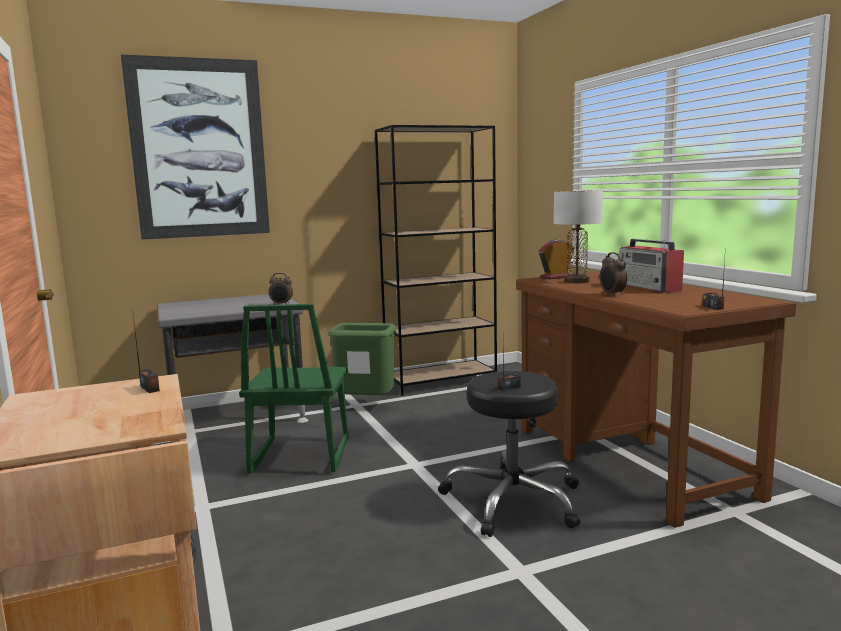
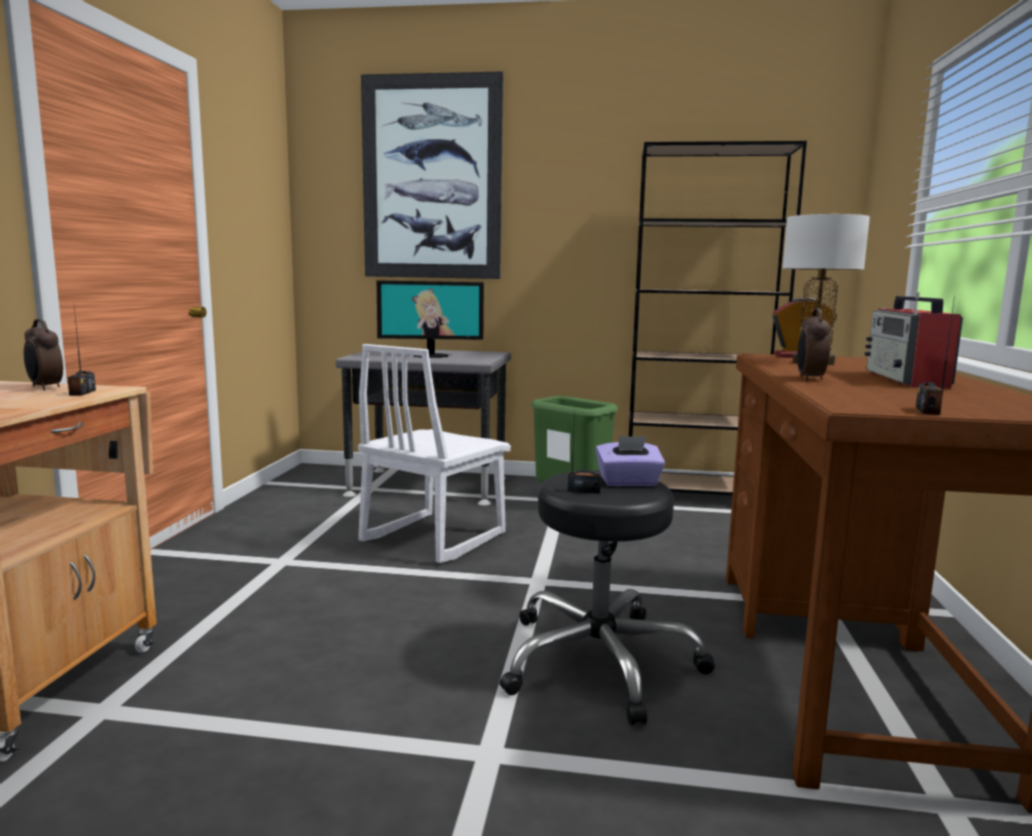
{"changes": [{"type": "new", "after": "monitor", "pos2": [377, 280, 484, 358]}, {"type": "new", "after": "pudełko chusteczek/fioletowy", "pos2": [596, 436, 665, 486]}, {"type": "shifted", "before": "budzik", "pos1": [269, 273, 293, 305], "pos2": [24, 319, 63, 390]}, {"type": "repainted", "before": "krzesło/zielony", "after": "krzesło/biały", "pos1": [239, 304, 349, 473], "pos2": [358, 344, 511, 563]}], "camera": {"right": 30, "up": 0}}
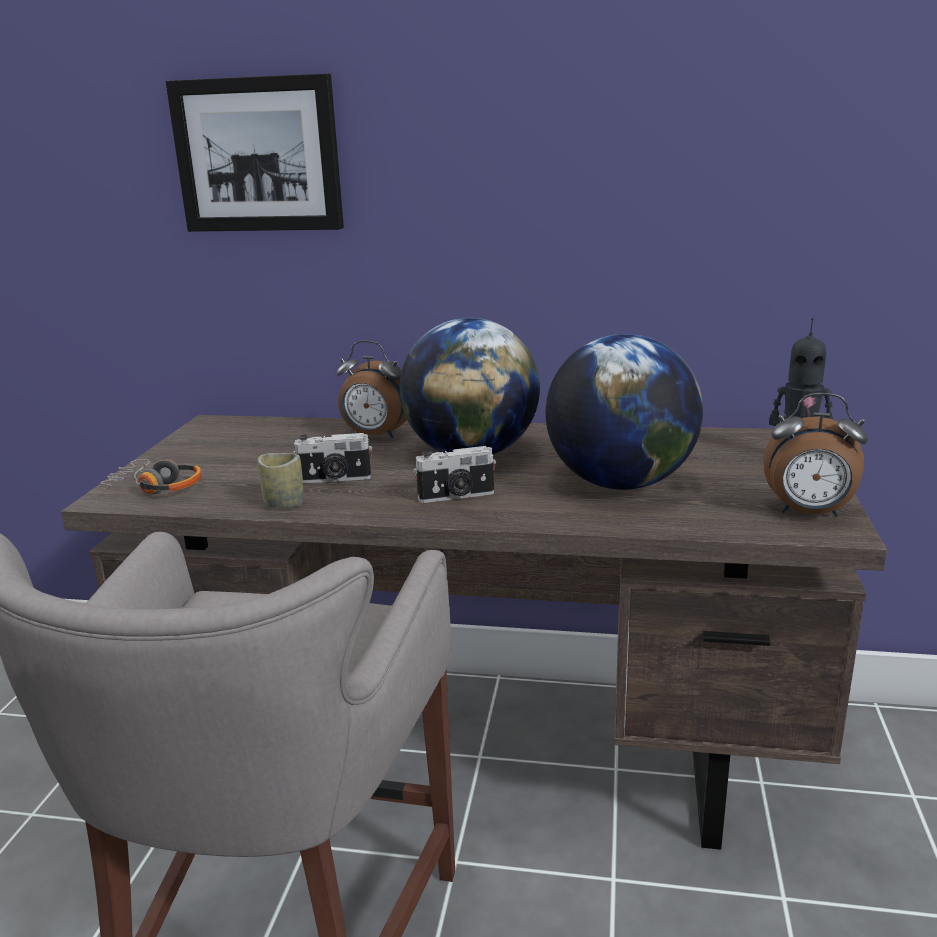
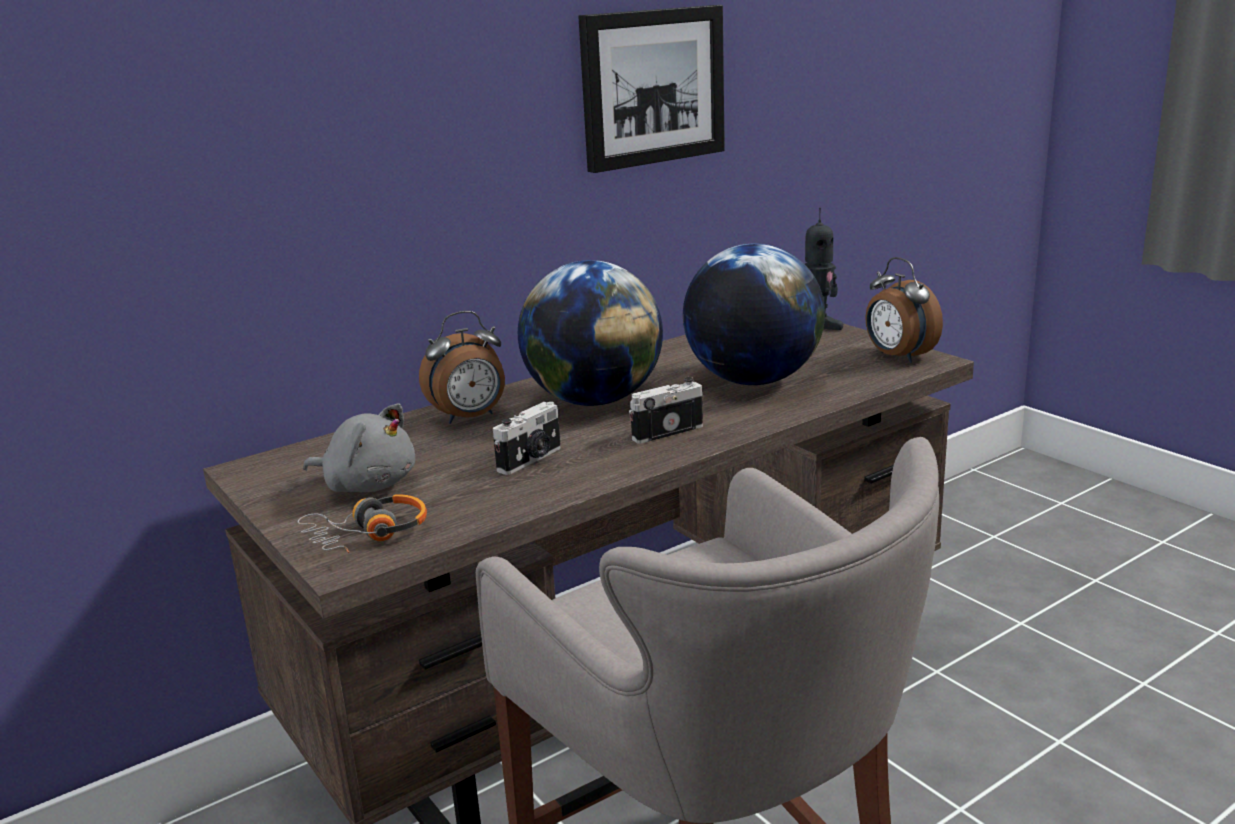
{"changes": [{"type": "gone", "before": "filiżanka", "pos1": [258, 453, 304, 508]}, {"type": "new", "after": "pluszak/szary", "pos2": [303, 403, 415, 492]}, {"type": "shifted", "before": "obraz", "pos1": [165, 73, 344, 232], "pos2": [578, 5, 725, 173]}, {"type": "rotated", "before": "aparat fotograficzny", "pos1": [413, 446, 496, 503], "pos2": [629, 377, 703, 444], "turn": -150}, {"type": "rotated", "before": "budzik", "pos1": [763, 393, 868, 517], "pos2": [865, 257, 943, 363], "turn": 90}], "camera": {"right": -45, "up": 0}}
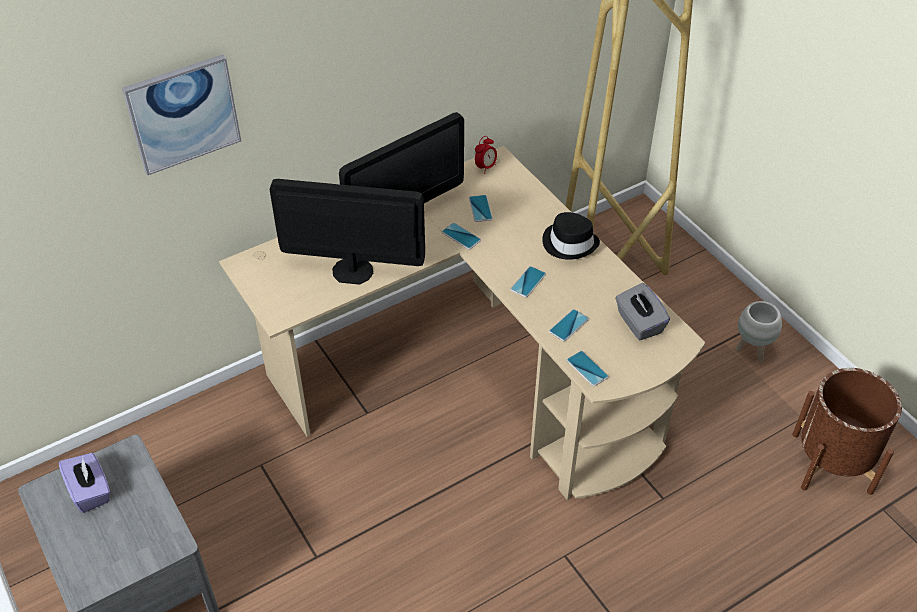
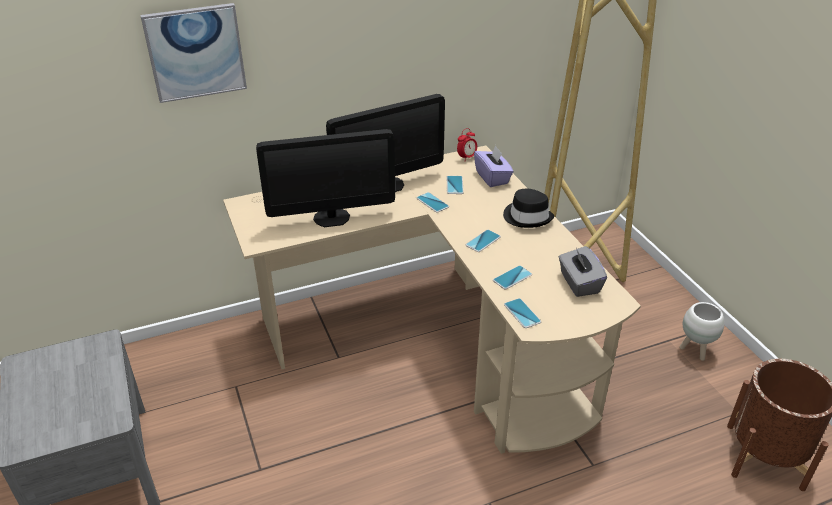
{"changes": [{"type": "shifted", "before": "pudełko chusteczek/fioletowy", "pos1": [59, 453, 110, 513], "pos2": [474, 145, 514, 187]}, {"type": "rotated", "before": "monitor", "pos1": [270, 179, 425, 285], "pos2": [256, 129, 395, 227], "turn": 150}], "camera": {"right": 10, "up": -10}}
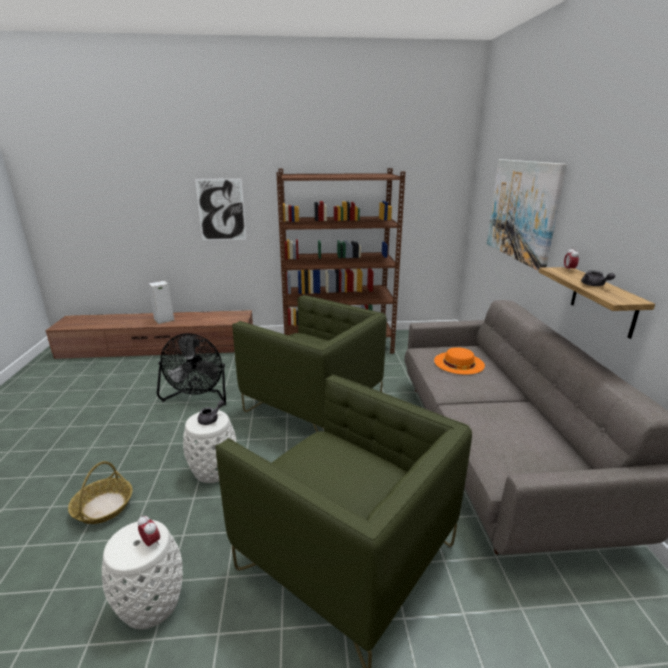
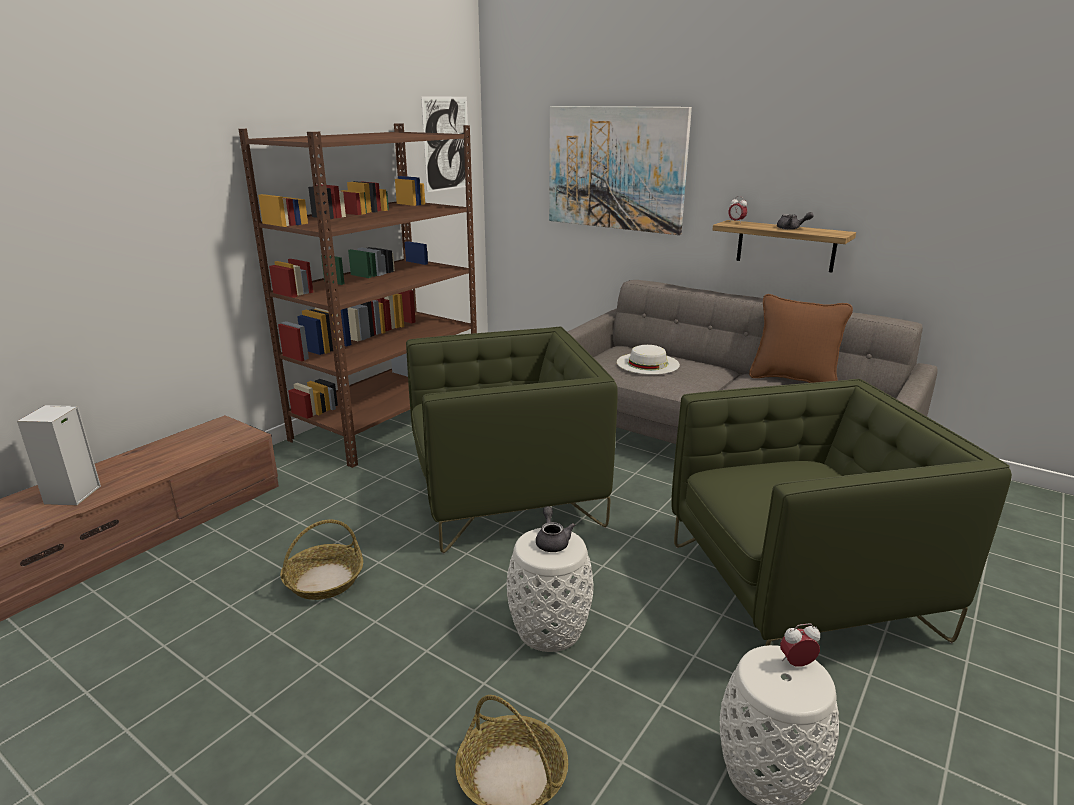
{"changes": [{"type": "new", "after": "poduszka/brązowy", "pos2": [749, 294, 853, 383]}, {"type": "shifted", "before": "obraz", "pos1": [195, 178, 247, 240], "pos2": [421, 96, 469, 192]}, {"type": "swapped", "before": "wentylator/czarny", "after": "koszyk", "pos1": [157, 333, 226, 405], "pos2": [280, 519, 363, 600]}, {"type": "repainted", "before": "kapelusz/pomarańczowy", "after": "kapelusz/biały", "pos1": [434, 347, 485, 375], "pos2": [617, 345, 680, 375]}], "camera": {"right": -50, "up": 0}}
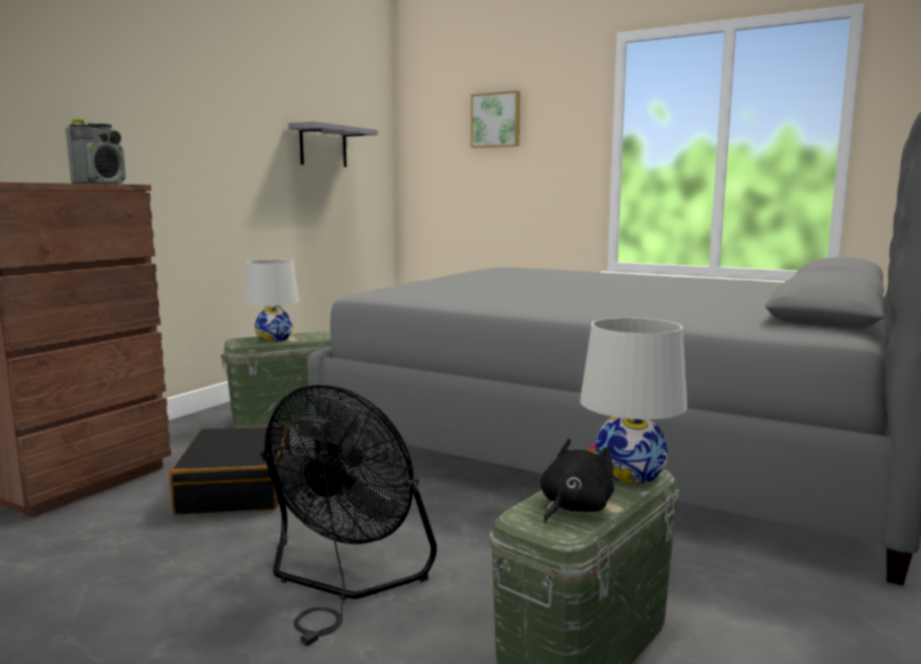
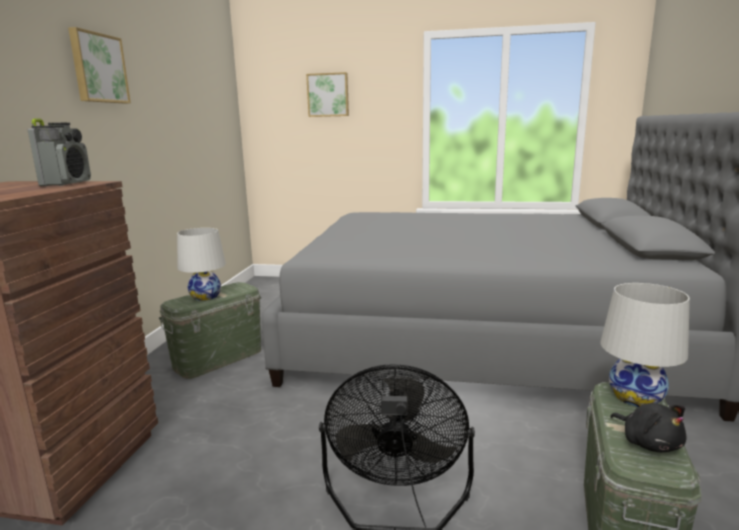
{"changes": [{"type": "gone", "before": "walizka/czarny", "pos1": [169, 426, 290, 515]}, {"type": "gone", "before": "półka/szary", "pos1": [289, 121, 378, 167]}, {"type": "new", "after": "obraz", "pos2": [68, 27, 131, 103]}, {"type": "rotated", "before": "pluszak/czarny", "pos1": [540, 438, 614, 523], "pos2": [610, 403, 686, 452], "turn": 135}], "camera": {"right": -20, "up": 5}}
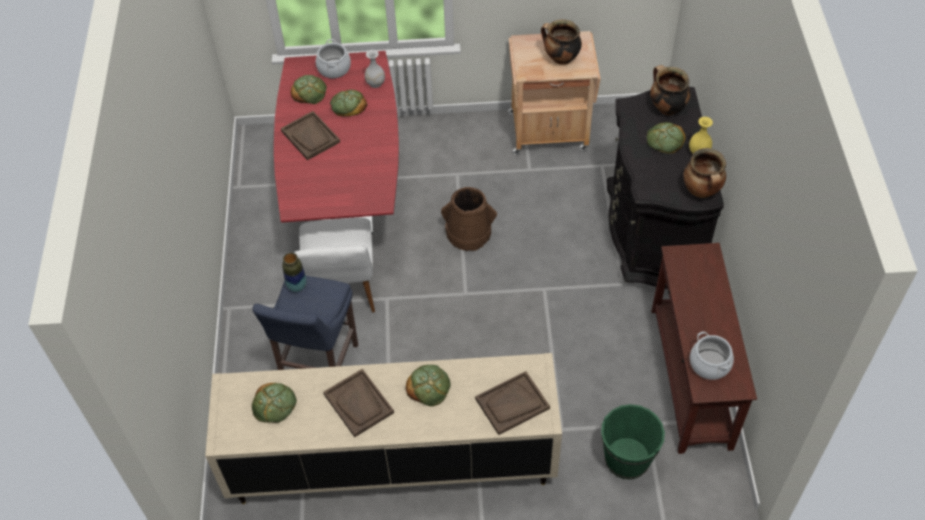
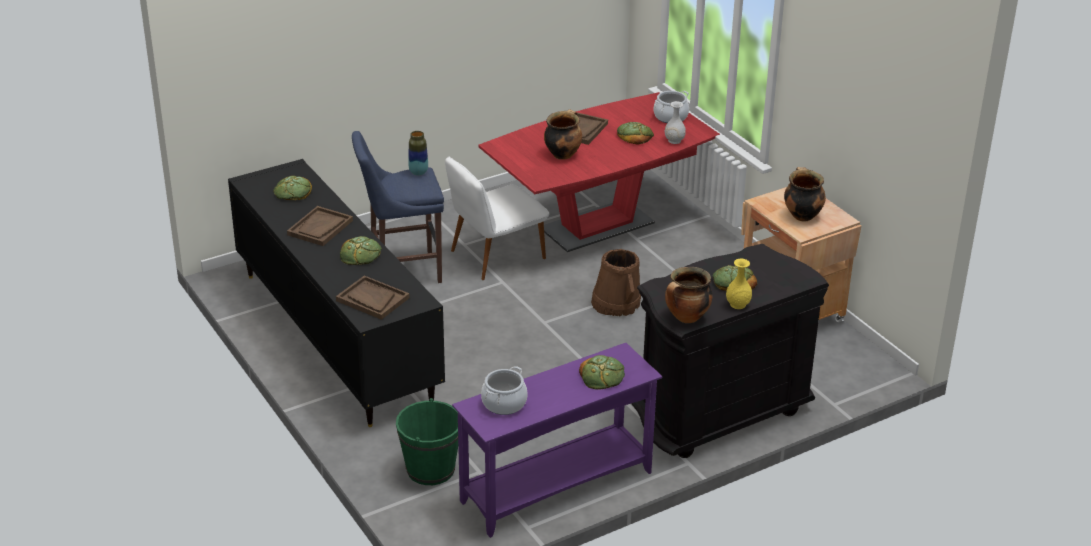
{"changes": [{"type": "shifted", "before": "chleb", "pos1": [291, 75, 327, 104], "pos2": [579, 355, 625, 390]}, {"type": "shifted", "before": "garnek", "pos1": [650, 65, 690, 115], "pos2": [544, 109, 582, 160]}, {"type": "repainted", "before": "szafka/beżowy", "after": "szafka/czarny", "pos1": [205, 353, 562, 504], "pos2": [228, 159, 445, 427]}, {"type": "repainted", "before": "stolik konsolowy/brązowy", "after": "stolik konsolowy/fioletowy", "pos1": [651, 243, 757, 454], "pos2": [452, 343, 662, 538]}], "camera": {"right": 60, "up": -20}}
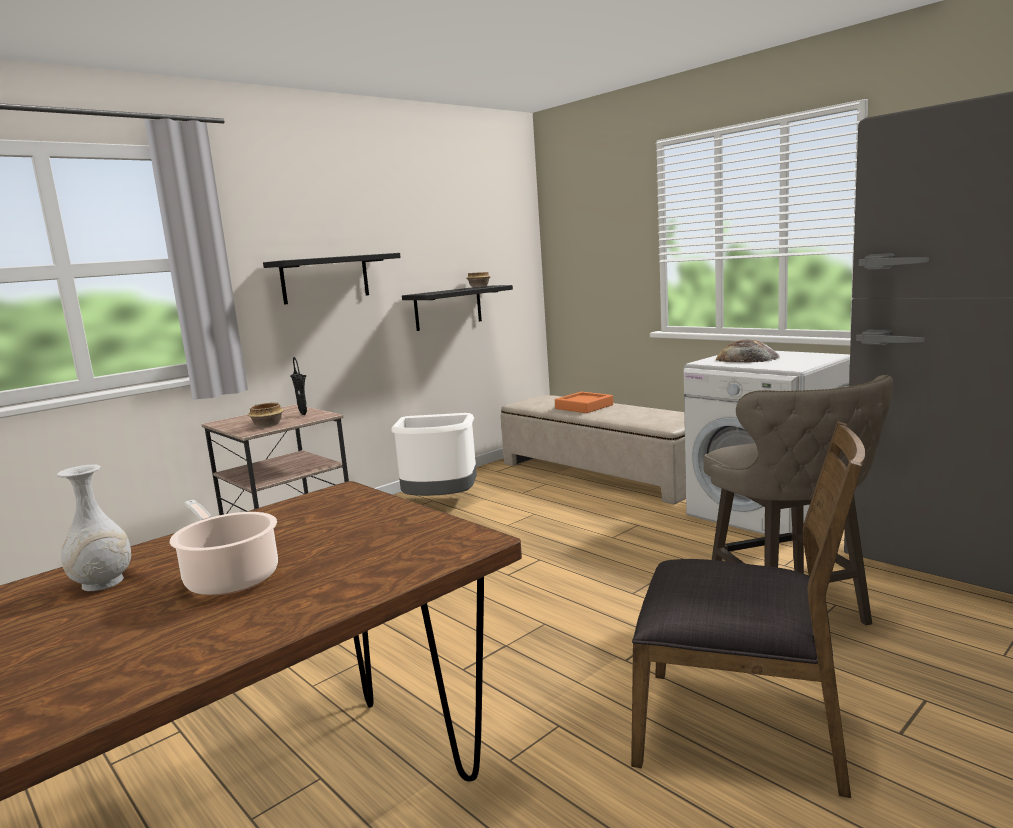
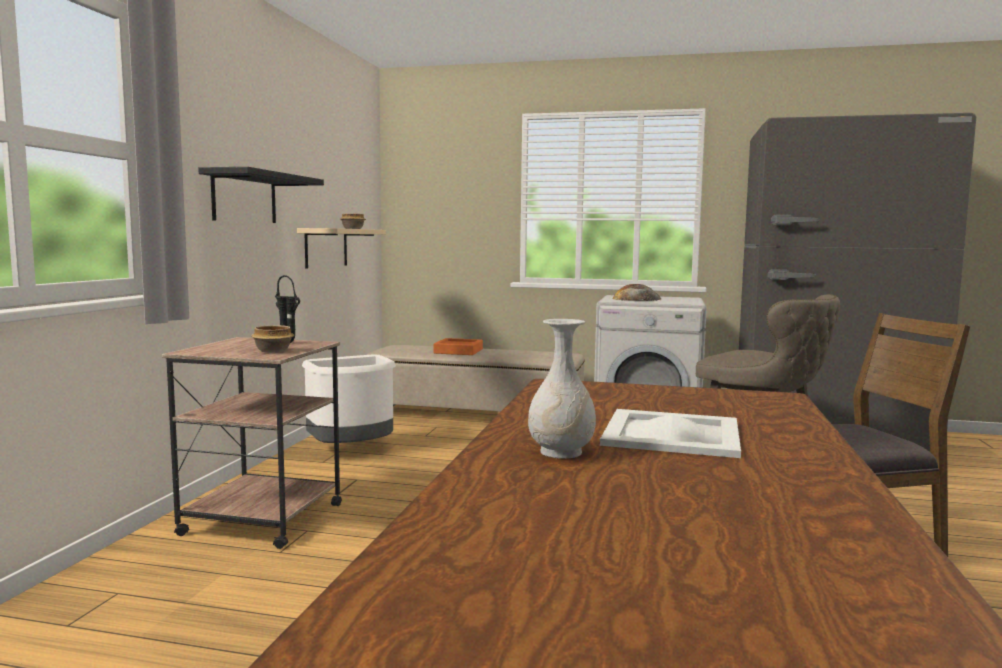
{"changes": [{"type": "swapped", "before": "garnek", "after": "taca/biały", "pos1": [170, 500, 278, 596], "pos2": [600, 409, 741, 458]}, {"type": "repainted", "before": "półka/czarny", "after": "półka/beżowy", "pos1": [402, 285, 513, 331], "pos2": [297, 228, 386, 269]}], "camera": {"right": -35, "up": -5}}
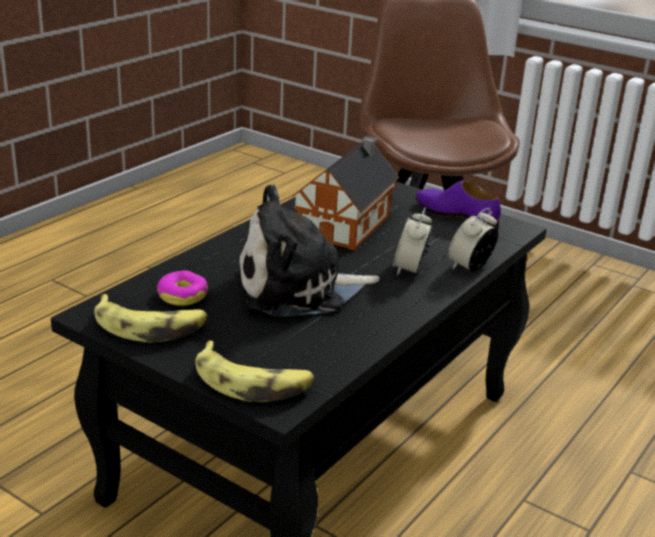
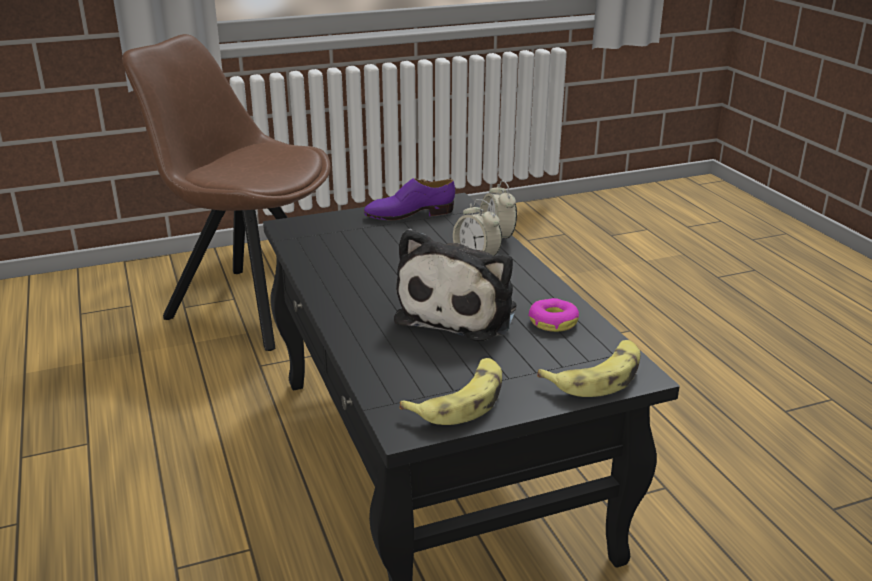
{"changes": [{"type": "gone", "before": "domek", "pos1": [292, 136, 399, 250]}, {"type": "shifted", "before": "donut", "pos1": [157, 271, 208, 306], "pos2": [528, 298, 579, 332]}], "camera": {"right": -55, "up": 0}}
